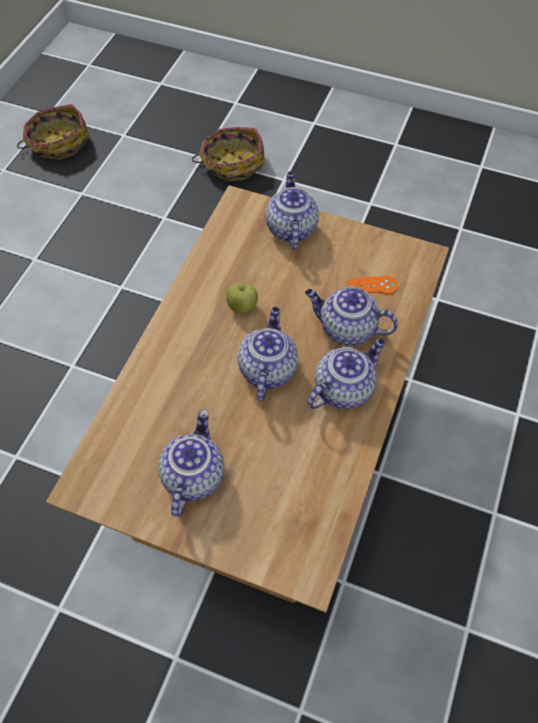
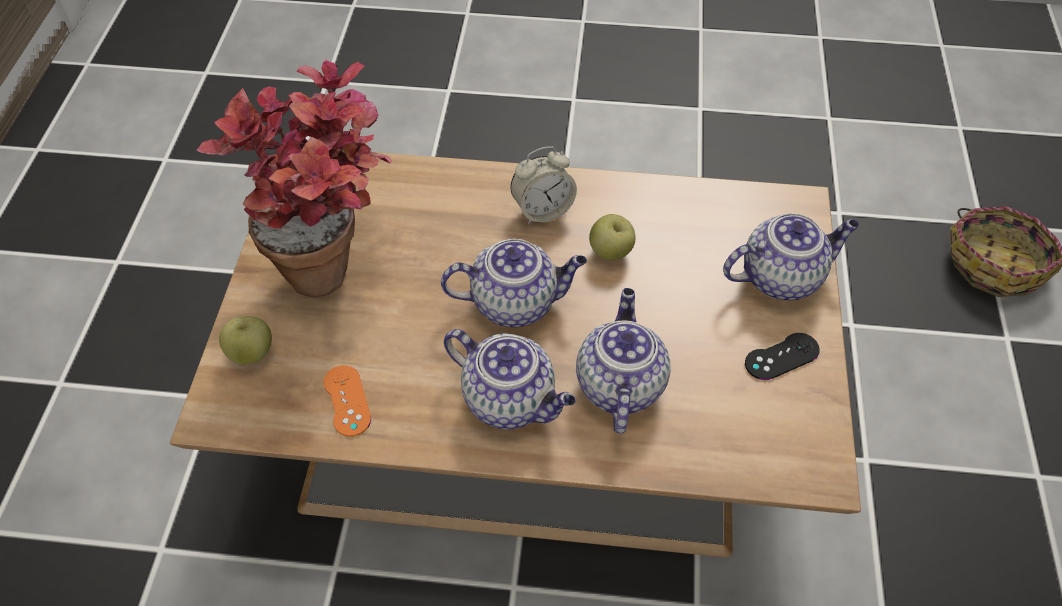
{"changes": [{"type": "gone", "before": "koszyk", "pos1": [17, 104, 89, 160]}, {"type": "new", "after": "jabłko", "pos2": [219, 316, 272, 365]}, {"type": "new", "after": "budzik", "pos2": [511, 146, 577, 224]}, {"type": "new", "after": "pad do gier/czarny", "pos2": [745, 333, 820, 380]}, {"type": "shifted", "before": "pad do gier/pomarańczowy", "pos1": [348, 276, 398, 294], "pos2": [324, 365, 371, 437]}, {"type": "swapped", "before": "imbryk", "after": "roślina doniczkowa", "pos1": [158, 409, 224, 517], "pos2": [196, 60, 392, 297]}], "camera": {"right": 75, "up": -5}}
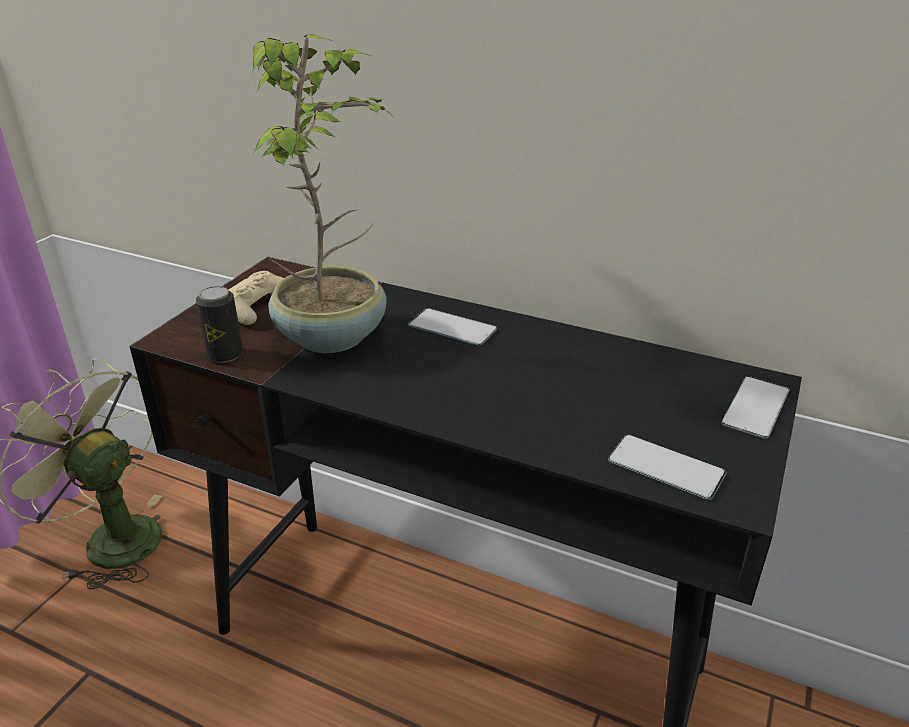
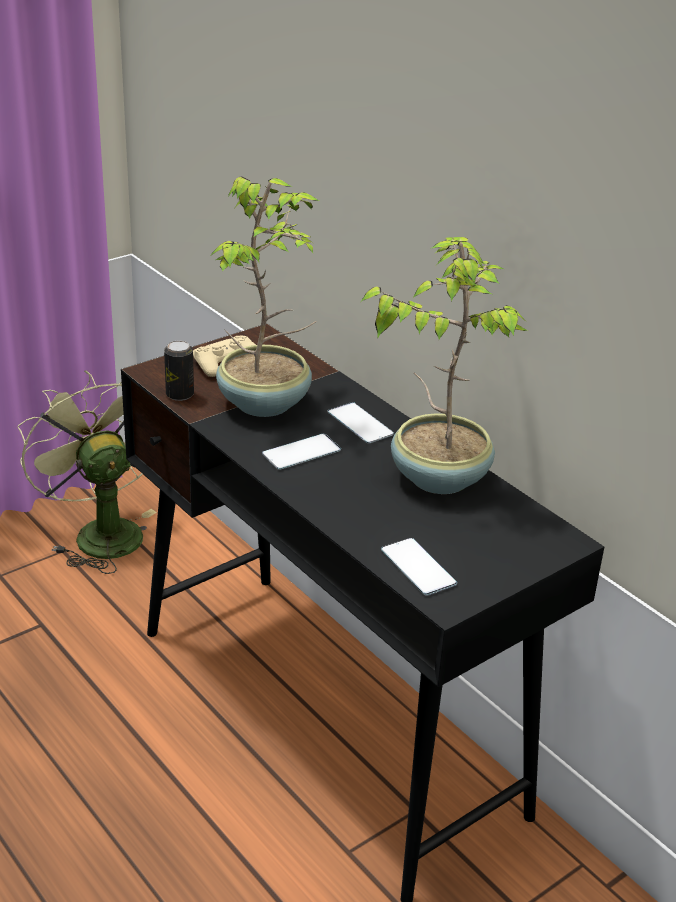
{"changes": [{"type": "new", "after": "roślina doniczkowa", "pos2": [361, 237, 529, 494]}, {"type": "shifted", "before": "telefon", "pos1": [722, 376, 790, 439], "pos2": [262, 434, 341, 470]}], "camera": {"right": 25, "up": 0}}
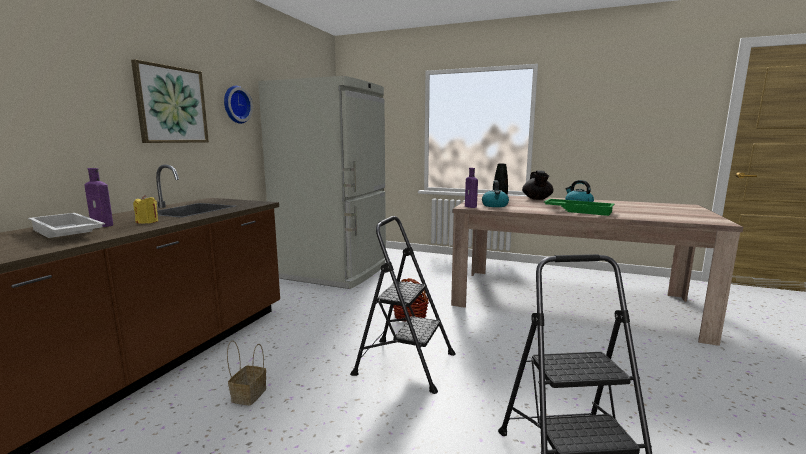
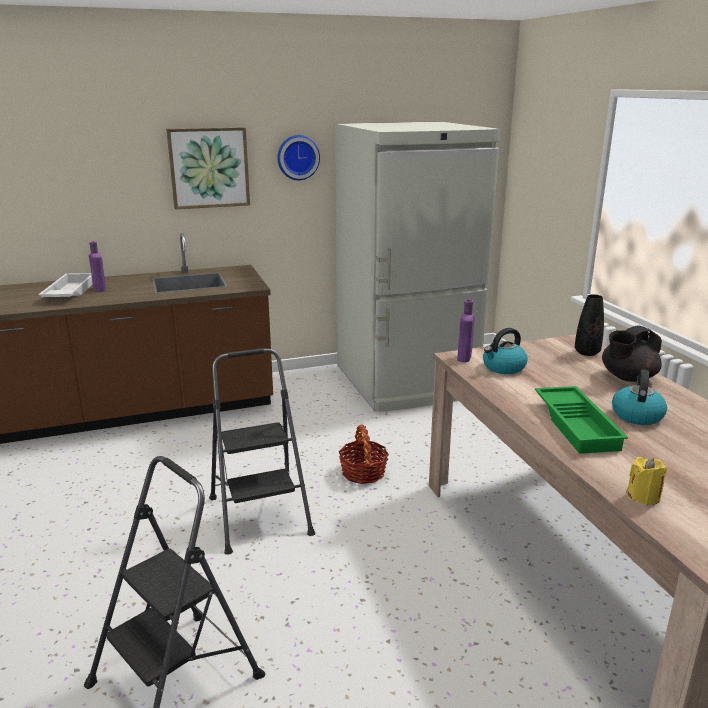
{"changes": [{"type": "gone", "before": "koszyk", "pos1": [227, 340, 266, 406]}, {"type": "shifted", "before": "świeca/żółty", "pos1": [133, 195, 158, 224], "pos2": [626, 457, 667, 505]}], "camera": {"right": 50, "up": 10}}
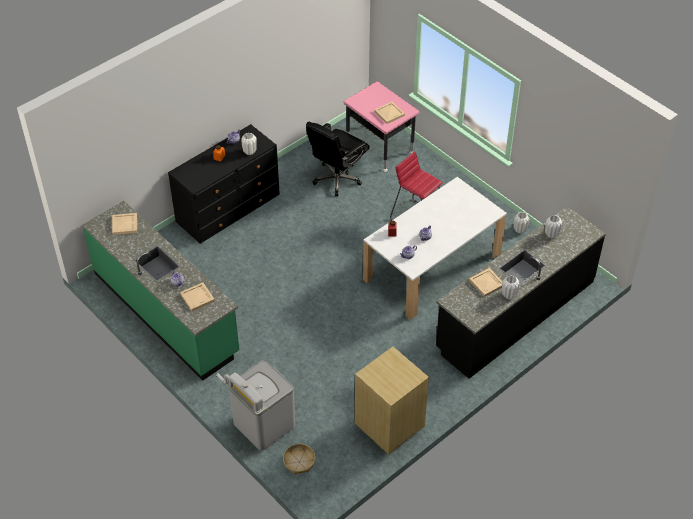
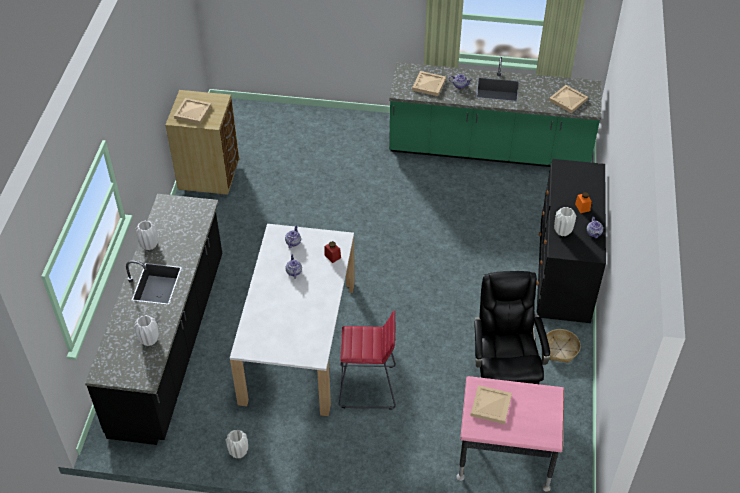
{"changes": [{"type": "gone", "before": "pralka/szary", "pos1": [216, 360, 295, 451]}, {"type": "shifted", "before": "koszyk", "pos1": [283, 444, 315, 474], "pos2": [546, 329, 581, 363]}, {"type": "shifted", "before": "taca/beżowy", "pos1": [469, 268, 502, 297], "pos2": [174, 98, 211, 124]}], "camera": {"right": 140, "up": 0}}
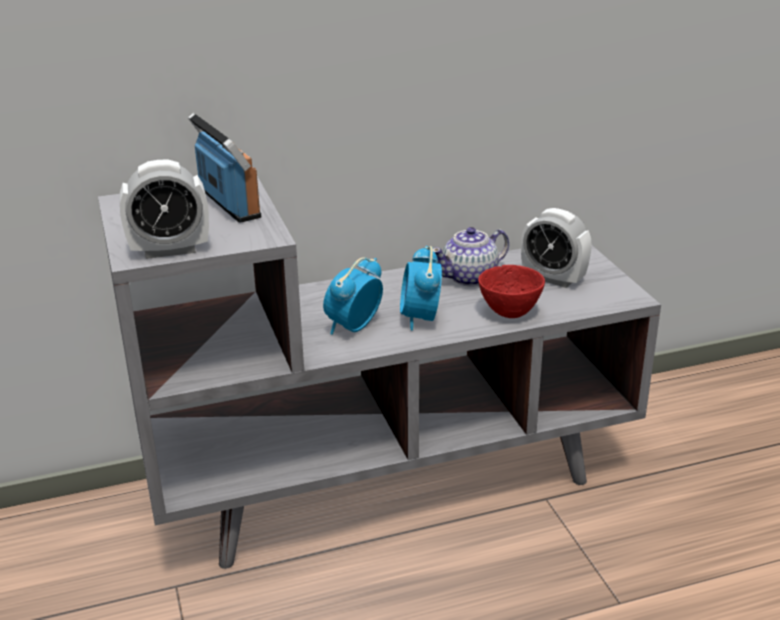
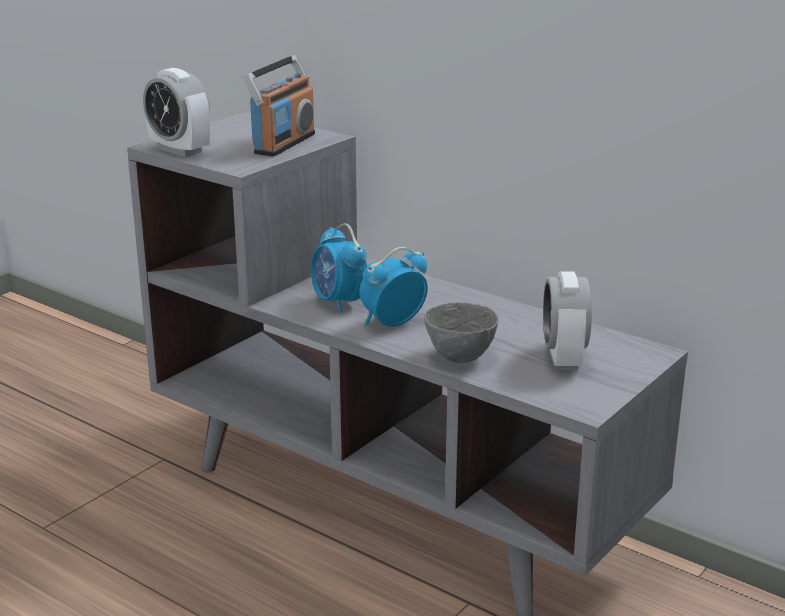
{"changes": [{"type": "gone", "before": "imbryk", "pos1": [433, 227, 509, 287]}, {"type": "repainted", "before": "miska/czerwony", "after": "miska/szary", "pos1": [478, 265, 545, 318], "pos2": [424, 303, 499, 363]}, {"type": "rotated", "before": "budzik", "pos1": [323, 257, 383, 335], "pos2": [311, 223, 367, 313], "turn": -120}], "camera": {"right": 55, "up": -5}}
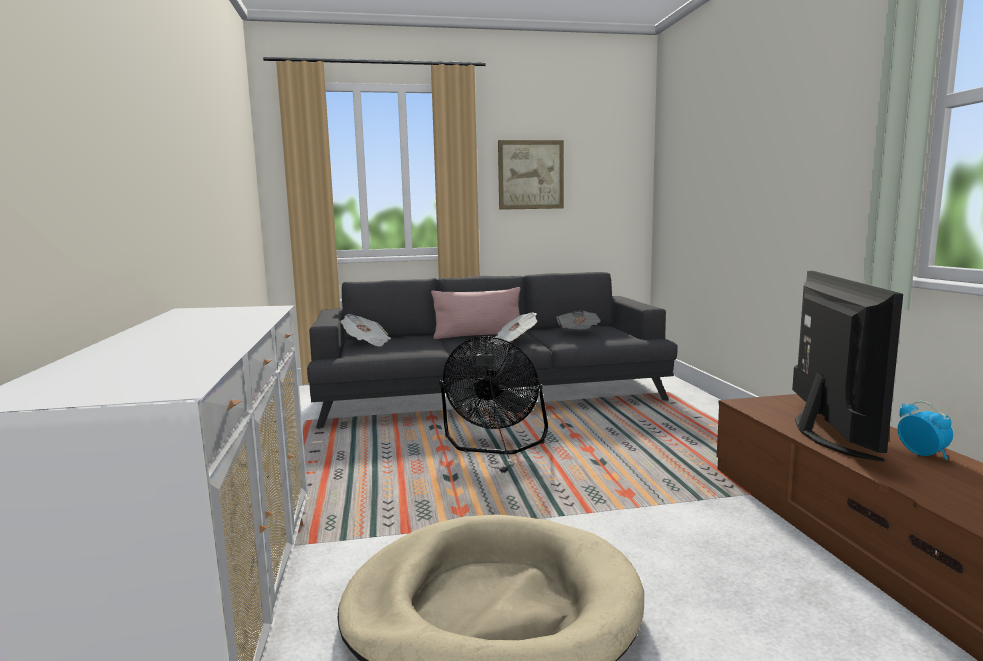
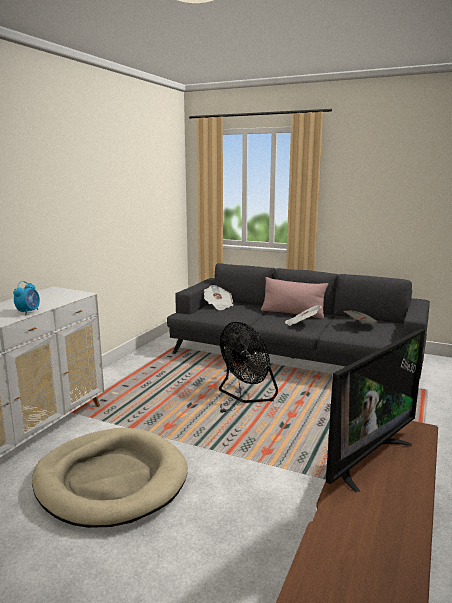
{"changes": [{"type": "gone", "before": "obraz", "pos1": [498, 140, 564, 210]}, {"type": "shifted", "before": "budzik", "pos1": [897, 401, 953, 460], "pos2": [13, 281, 40, 315]}], "camera": {"right": 35, "up": 5}}
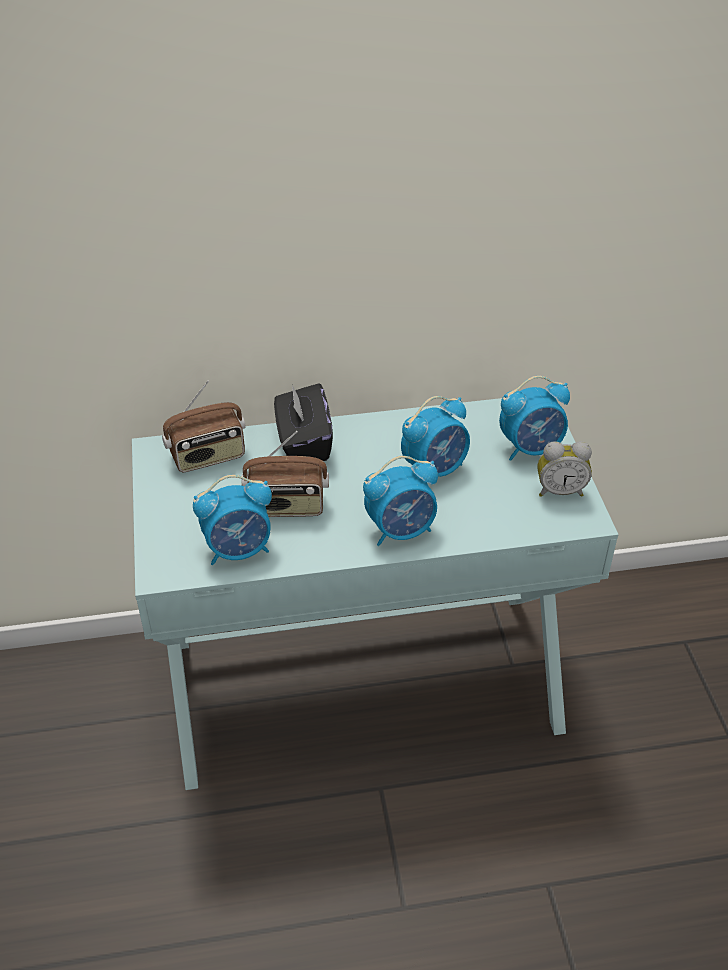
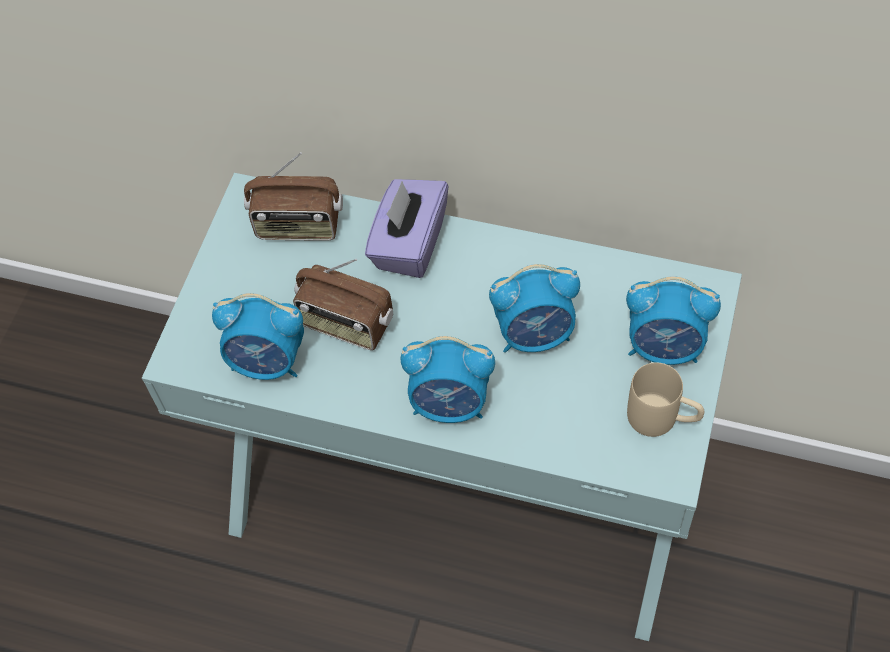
{"changes": [{"type": "swapped", "before": "budzik", "after": "kubek/beżowy", "pos1": [538, 441, 592, 497], "pos2": [627, 362, 704, 437]}, {"type": "repainted", "before": "pudełko chusteczek/czarny", "after": "pudełko chusteczek/fioletowy", "pos1": [274, 383, 333, 461], "pos2": [365, 179, 448, 278]}], "camera": {"right": 30, "up": 15}}
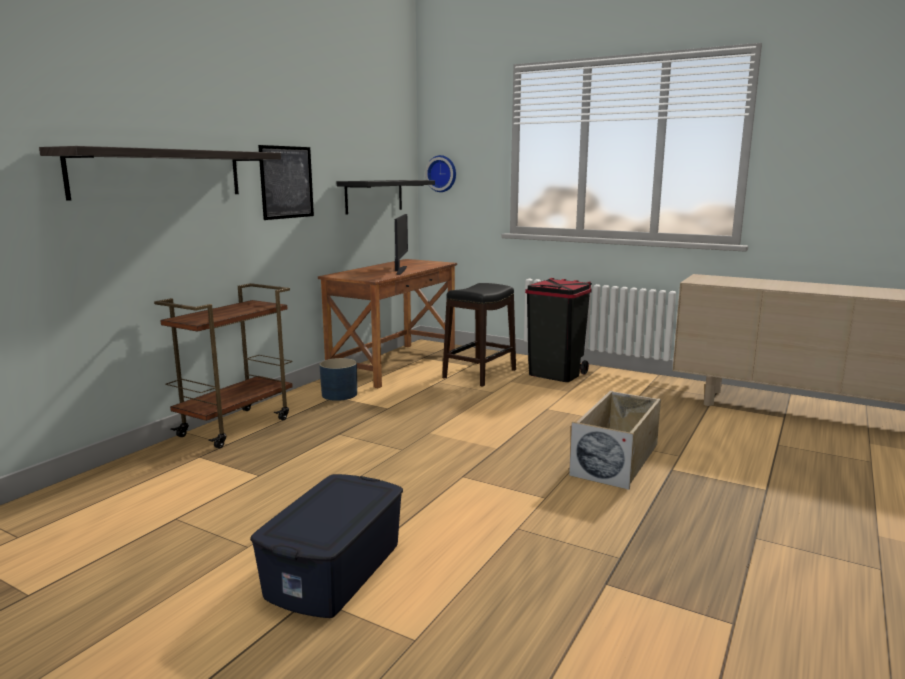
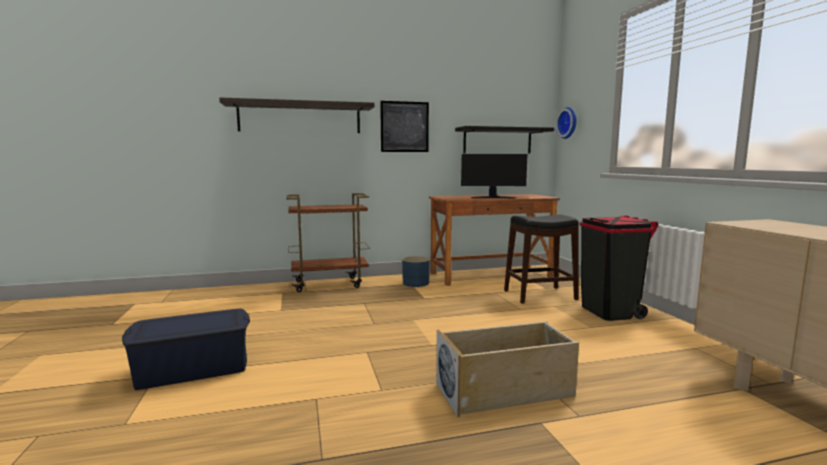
{"changes": [{"type": "rotated", "before": "monitor", "pos1": [395, 214, 408, 275], "pos2": [461, 154, 527, 198], "turn": 45}], "camera": {"right": 45, "up": -5}}
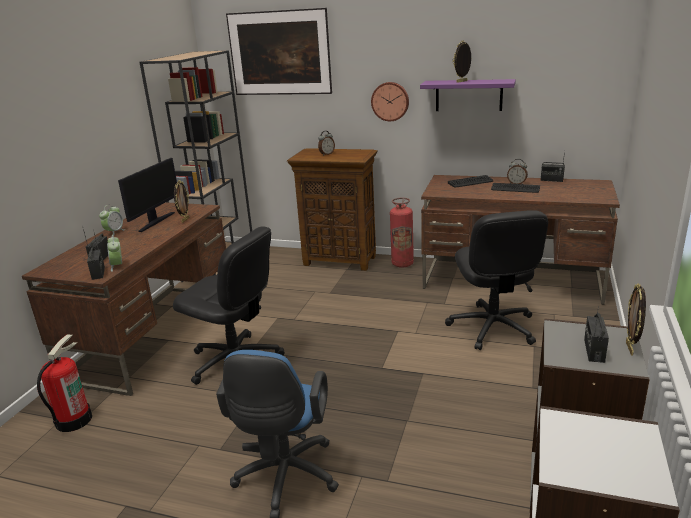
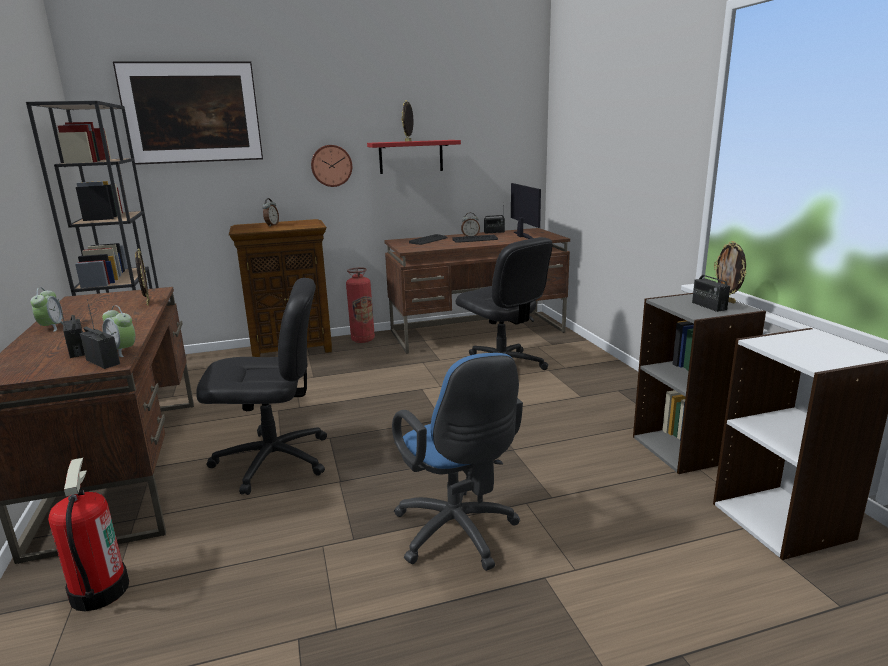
{"changes": [{"type": "shifted", "before": "monitor", "pos1": [118, 158, 177, 232], "pos2": [511, 183, 541, 239]}, {"type": "repainted", "before": "półka/fioletowy", "after": "półka/czerwony", "pos1": [420, 79, 516, 111], "pos2": [367, 140, 461, 174]}], "camera": {"right": -35, "up": -5}}
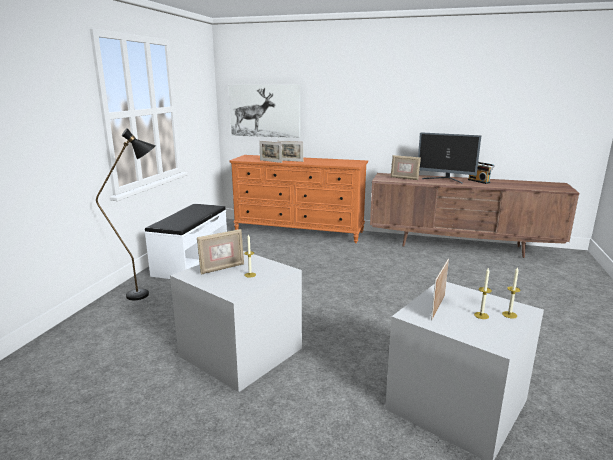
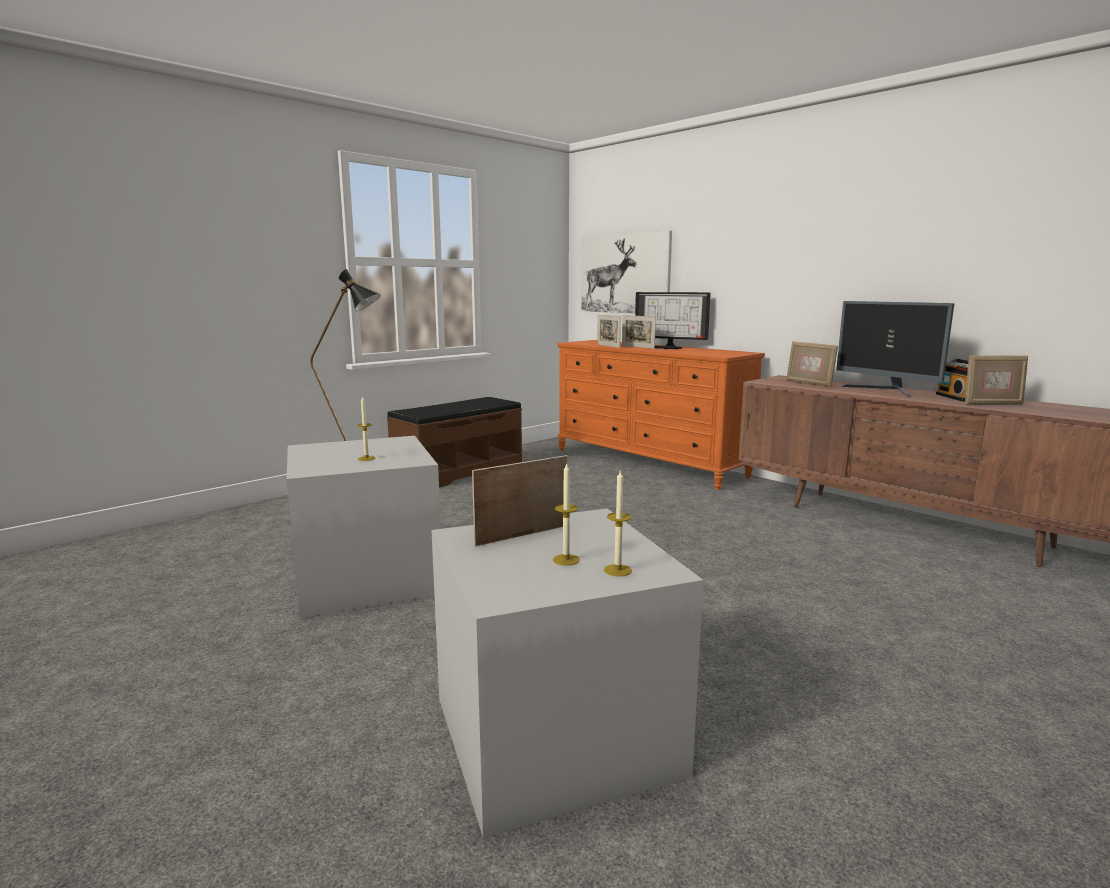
{"changes": [{"type": "new", "after": "monitor", "pos2": [635, 292, 711, 349]}, {"type": "shifted", "before": "ramka na zdjęcie", "pos1": [197, 229, 244, 275], "pos2": [965, 355, 1028, 405]}, {"type": "repainted", "before": "ławka/biały", "after": "ławka/brązowy", "pos1": [145, 204, 227, 279], "pos2": [387, 397, 522, 487]}], "camera": {"right": 30, "up": -5}}
